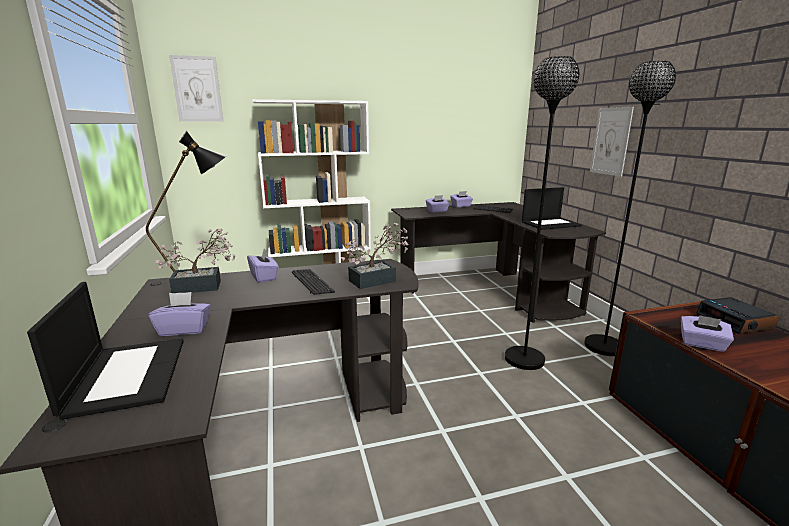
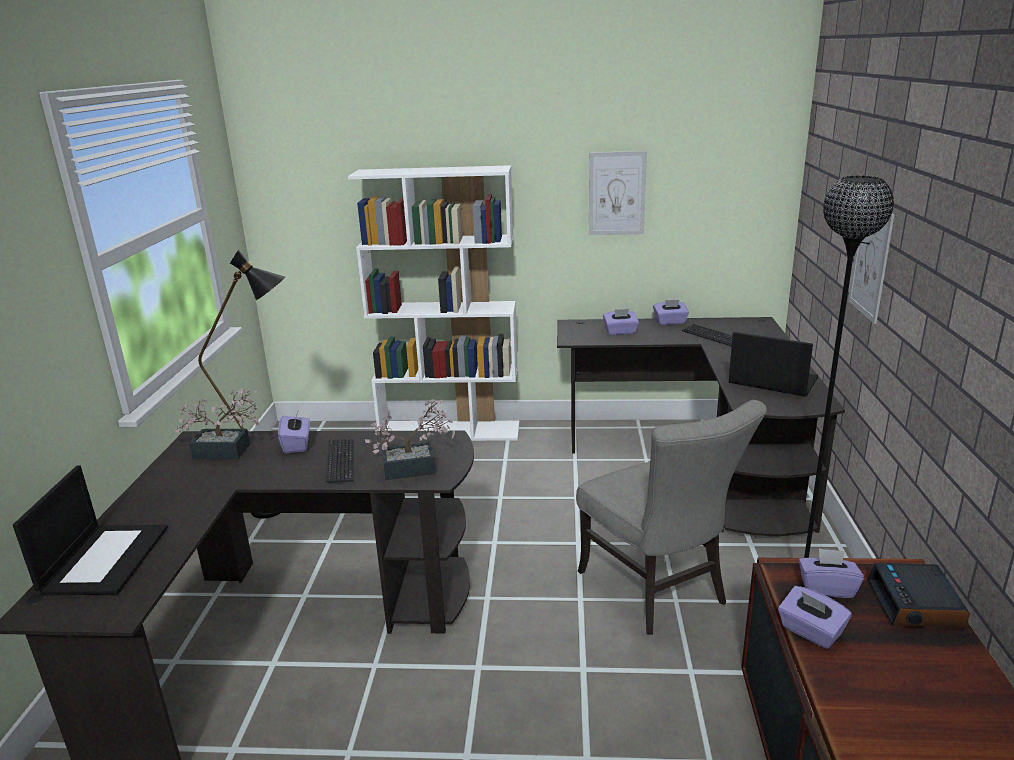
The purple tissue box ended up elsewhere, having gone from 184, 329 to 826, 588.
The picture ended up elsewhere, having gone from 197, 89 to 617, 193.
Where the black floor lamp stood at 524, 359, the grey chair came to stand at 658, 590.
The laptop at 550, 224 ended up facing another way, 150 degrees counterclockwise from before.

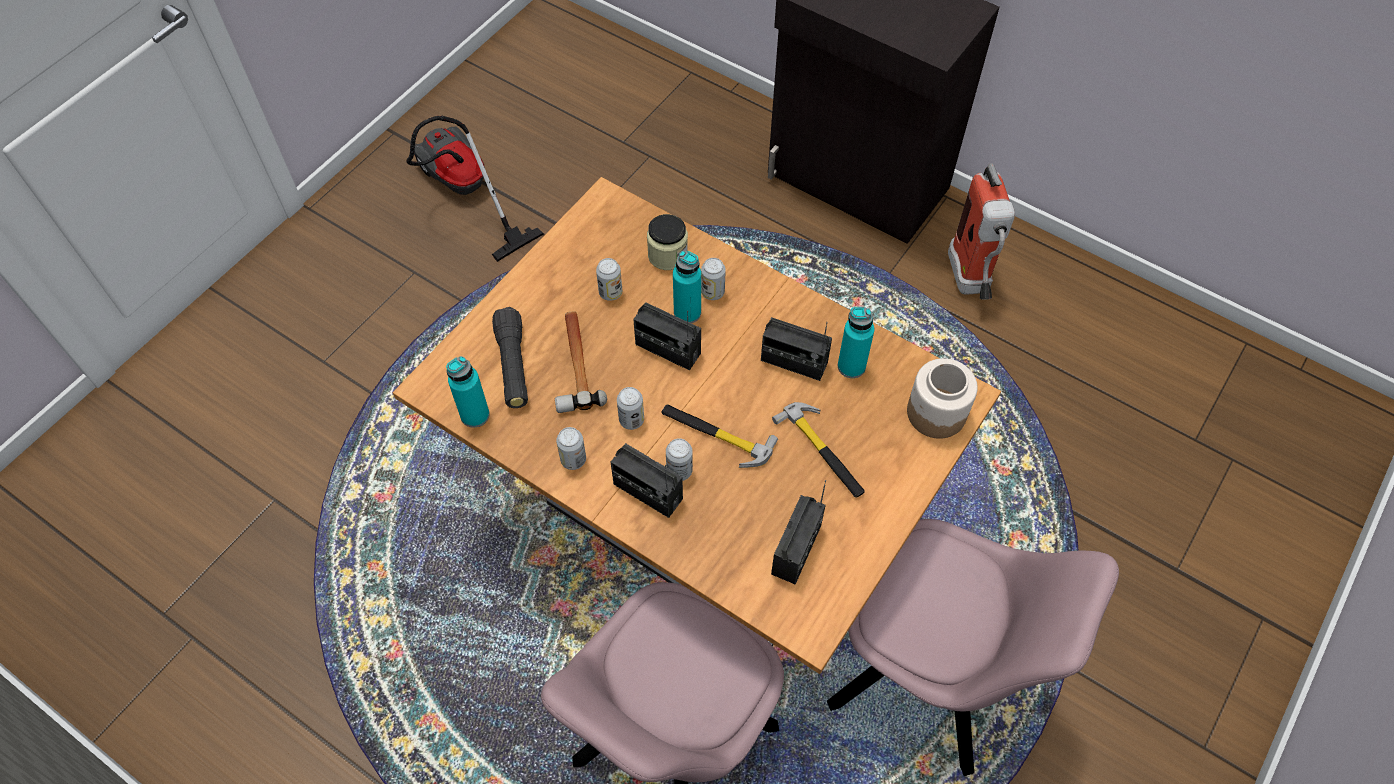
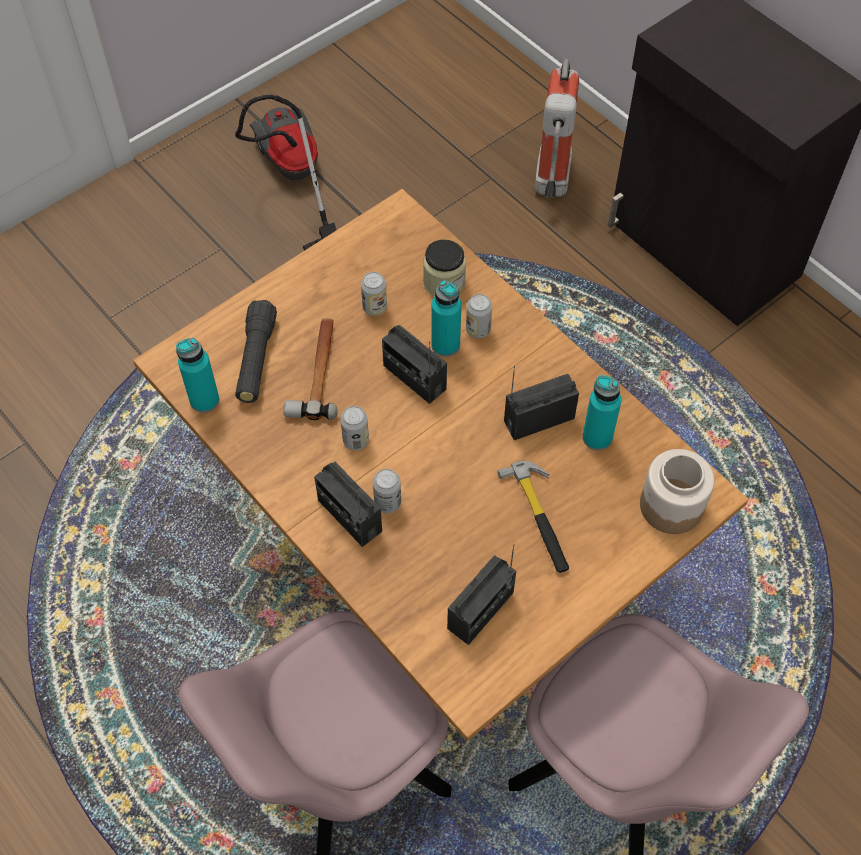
The second view lost the can at 573, 459.
The second view lost the hammer at 715, 435.
The radio at 794, 362 ended up facing another way, 120 degrees clockwise from before.
The fire extinguisher ended up elsewhere, having gone from 970, 283 to 551, 186.

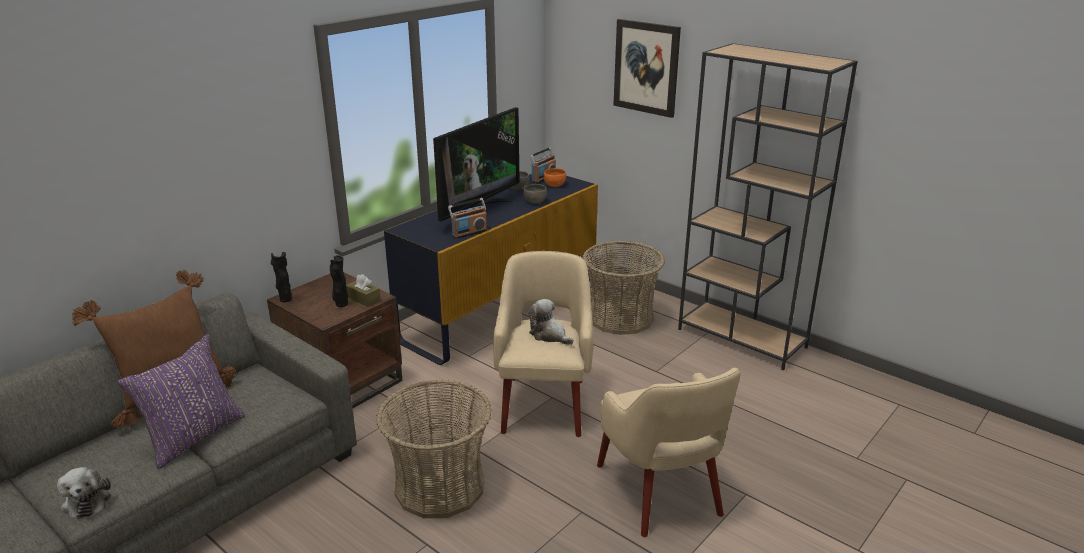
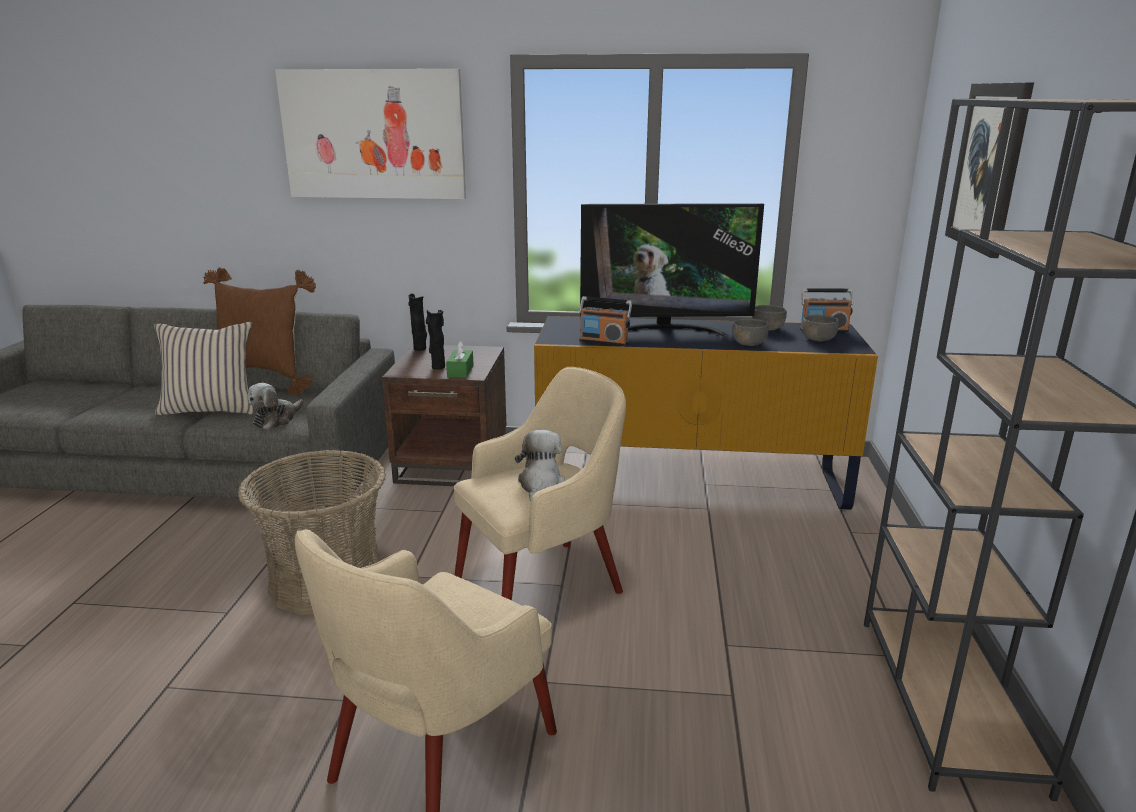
The plush toy ended up elsewhere, having gone from 87, 500 to 276, 419.
What was the purple pillow at 193, 436 turned into the beige pillow at 211, 409.
What was the brown tissue box at 363, 299 turned into the green tissue box at 460, 371.
What was the orange bowl at 554, 185 turned into the grey bowl at 818, 339.
The second view lost the basket at 620, 318.
The second view gained the picture at 373, 135.

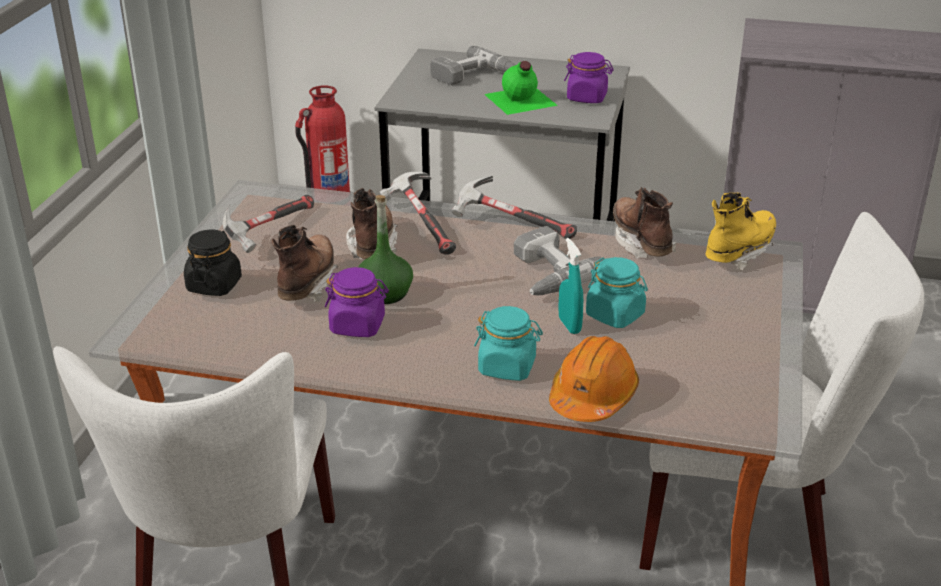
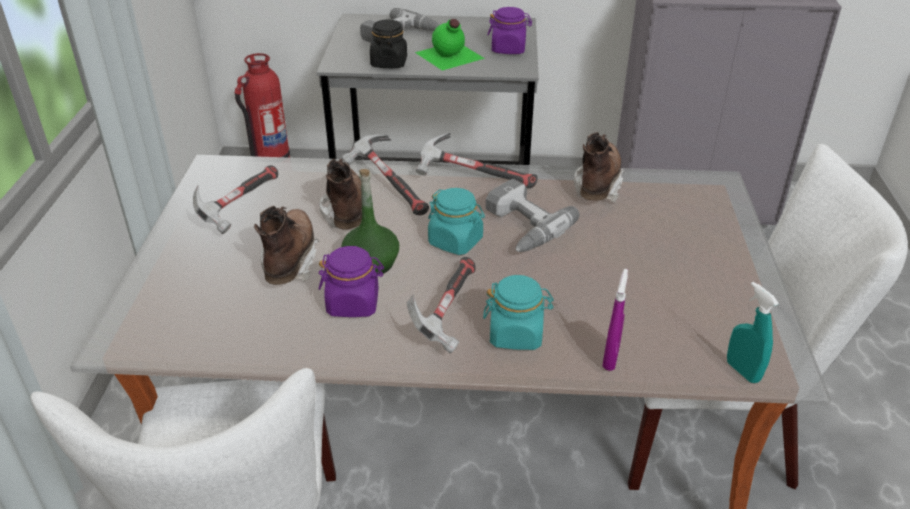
The black jar ended up elsewhere, having gone from 214, 285 to 389, 63.
Where the orange hard hat stood at 593, 396, the purple spray bottle came to stand at 610, 358.
The turquoise spray bottle ended up elsewhere, having gone from 569, 325 to 742, 371.
The turquoise jar ended up elsewhere, having gone from 615, 315 to 456, 241.
The brown boot at 641, 242 ended up facing another way, 45 degrees clockwise from before.
The second view lost the yellow boot at 739, 252.
The second view gained the hammer at 447, 313.

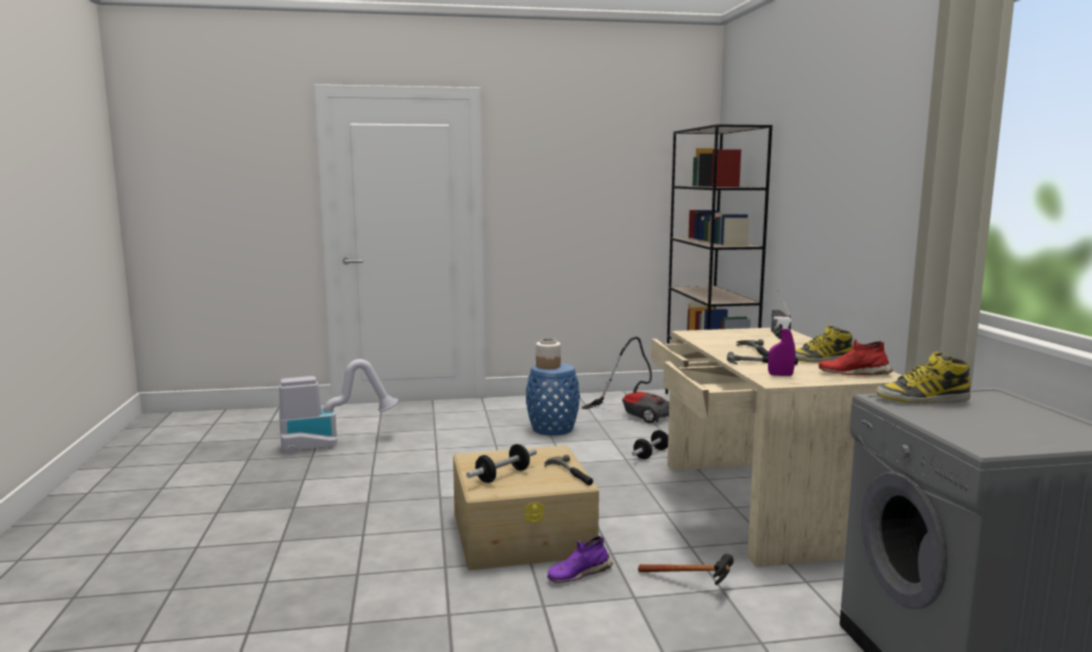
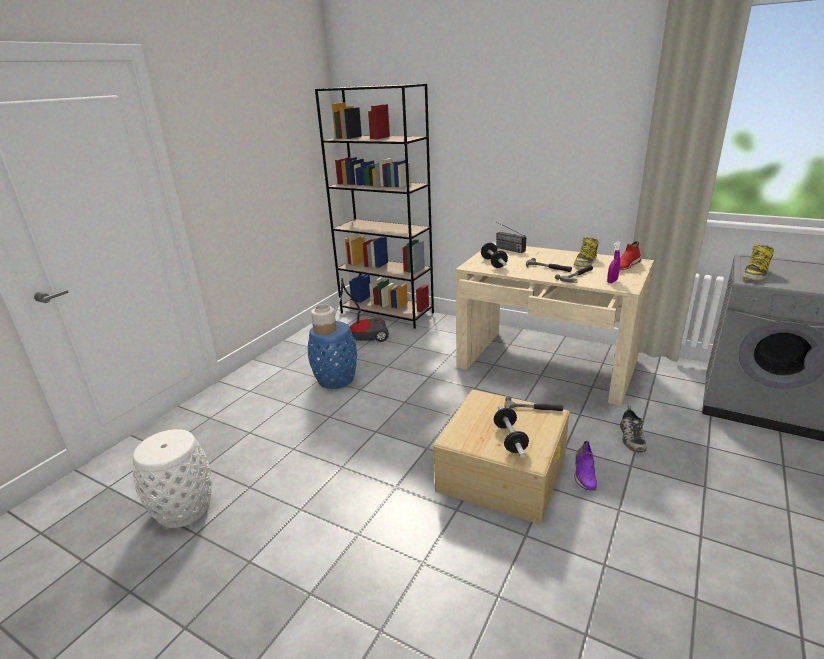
Where the vacuum cleaner stood at 330, 443, the white stool came to stand at 183, 509.
The dumbbell ended up elsewhere, having gone from 651, 454 to 493, 263.
Where the hammer stood at 695, 586, the shoe came to stand at 630, 436.

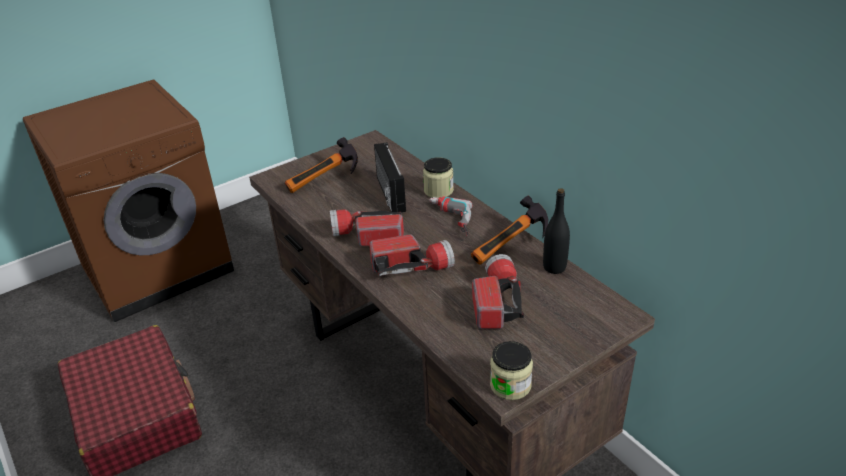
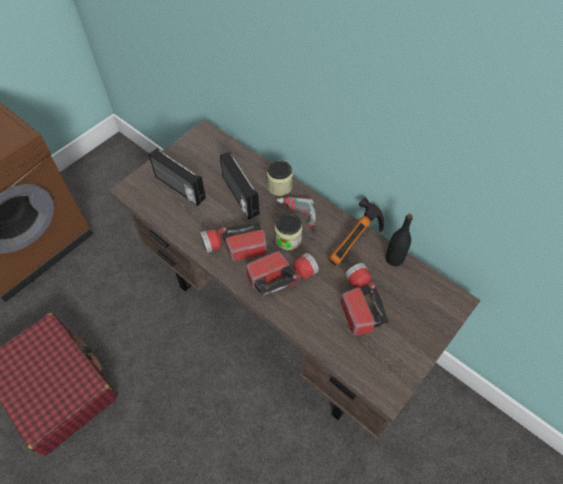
Where the hammer stood at 325, 182, the radio came to stand at 179, 188.
The jar ended up elsewhere, having gone from 510, 385 to 288, 239.

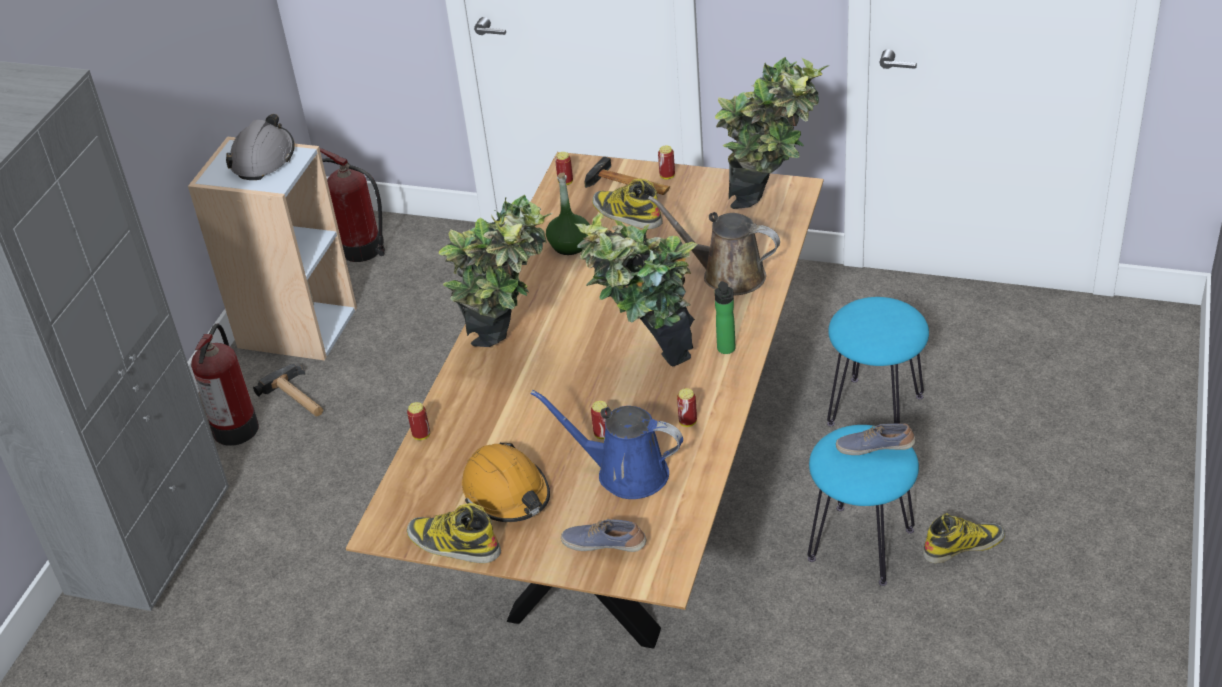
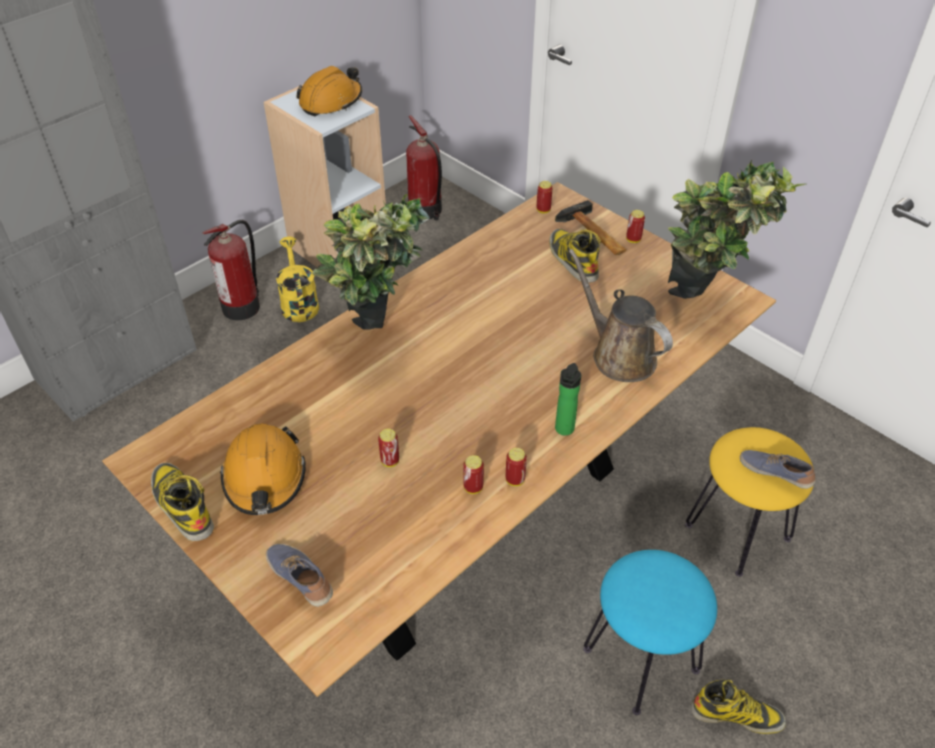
What was the grey hard hat at 263, 159 turned into the orange hard hat at 331, 101.
Where the hammer stood at 298, 398, the yellow watering can came to stand at 298, 303.
The can ended up elsewhere, having gone from 421, 435 to 515, 480.
The second view lost the blue watering can at 625, 472.
The second view lost the green bottle at 569, 245.
The second view lost the potted plant at 649, 369.
What was the turquoise stool at 875, 410 turned into the yellow stool at 737, 532.
The shoe ended up elsewhere, having gone from 875, 447 to 775, 473.

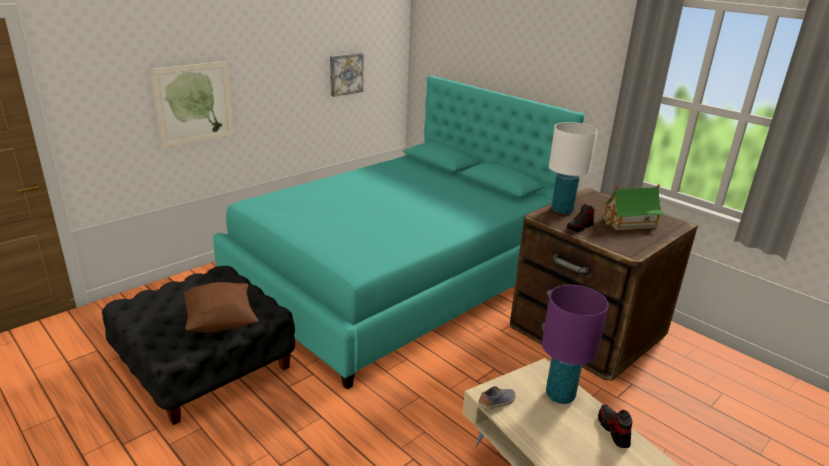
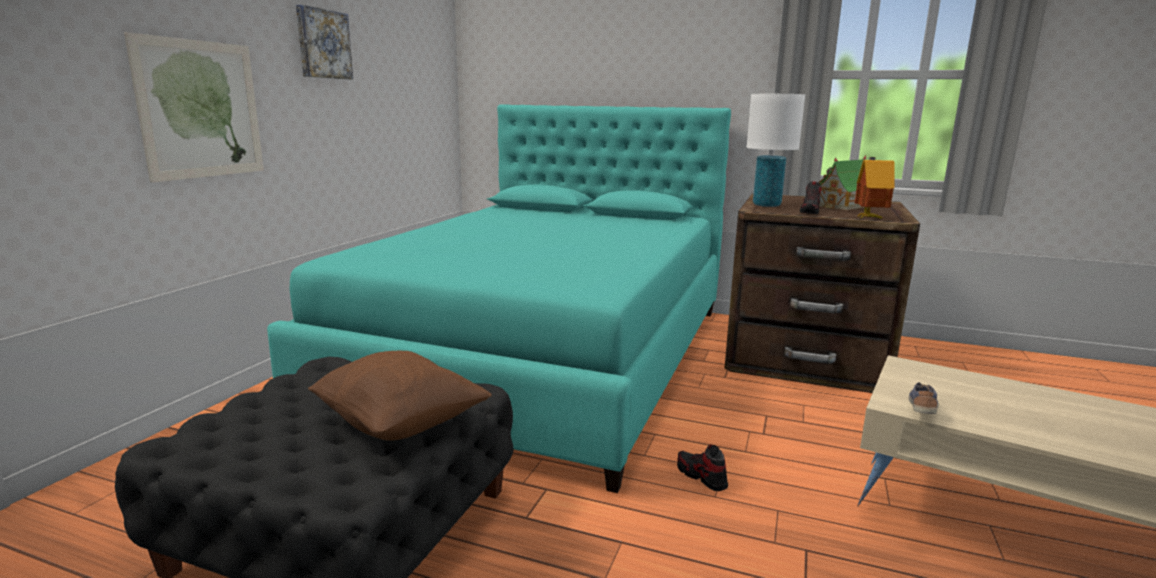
The picture ended up elsewhere, having gone from 345, 74 to 323, 44.
The second view lost the purple table lamp at 559, 395.
The shoe ended up elsewhere, having gone from 613, 430 to 701, 476.
The second view gained the toy house at 869, 218.

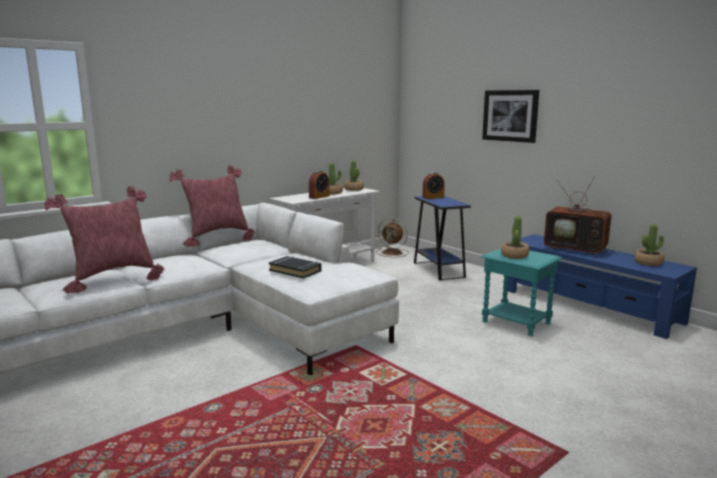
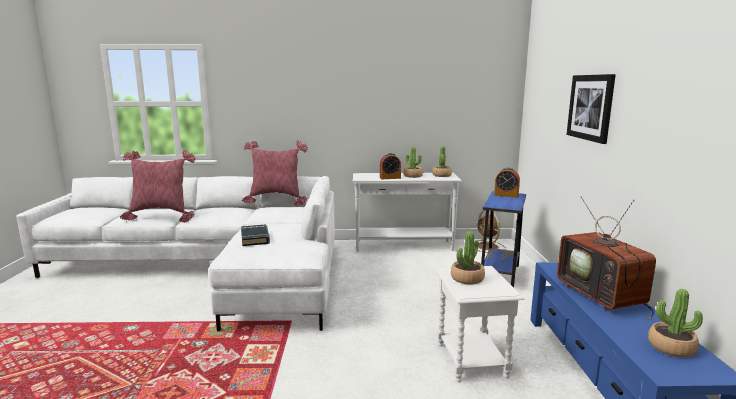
What was the turquoise side table at 515, 322 turned into the white side table at 470, 359.

